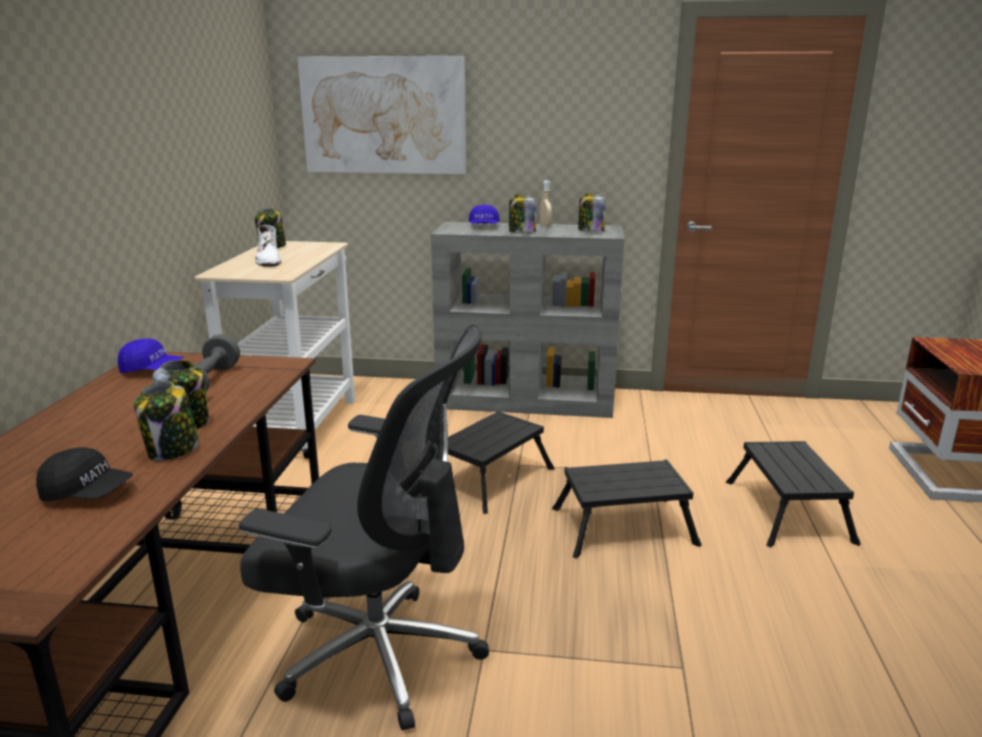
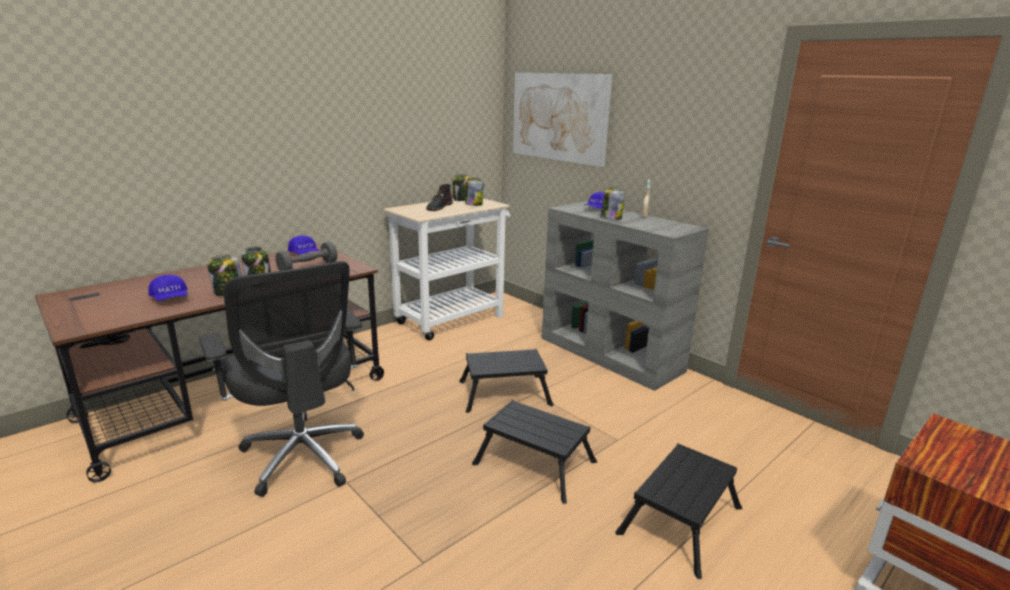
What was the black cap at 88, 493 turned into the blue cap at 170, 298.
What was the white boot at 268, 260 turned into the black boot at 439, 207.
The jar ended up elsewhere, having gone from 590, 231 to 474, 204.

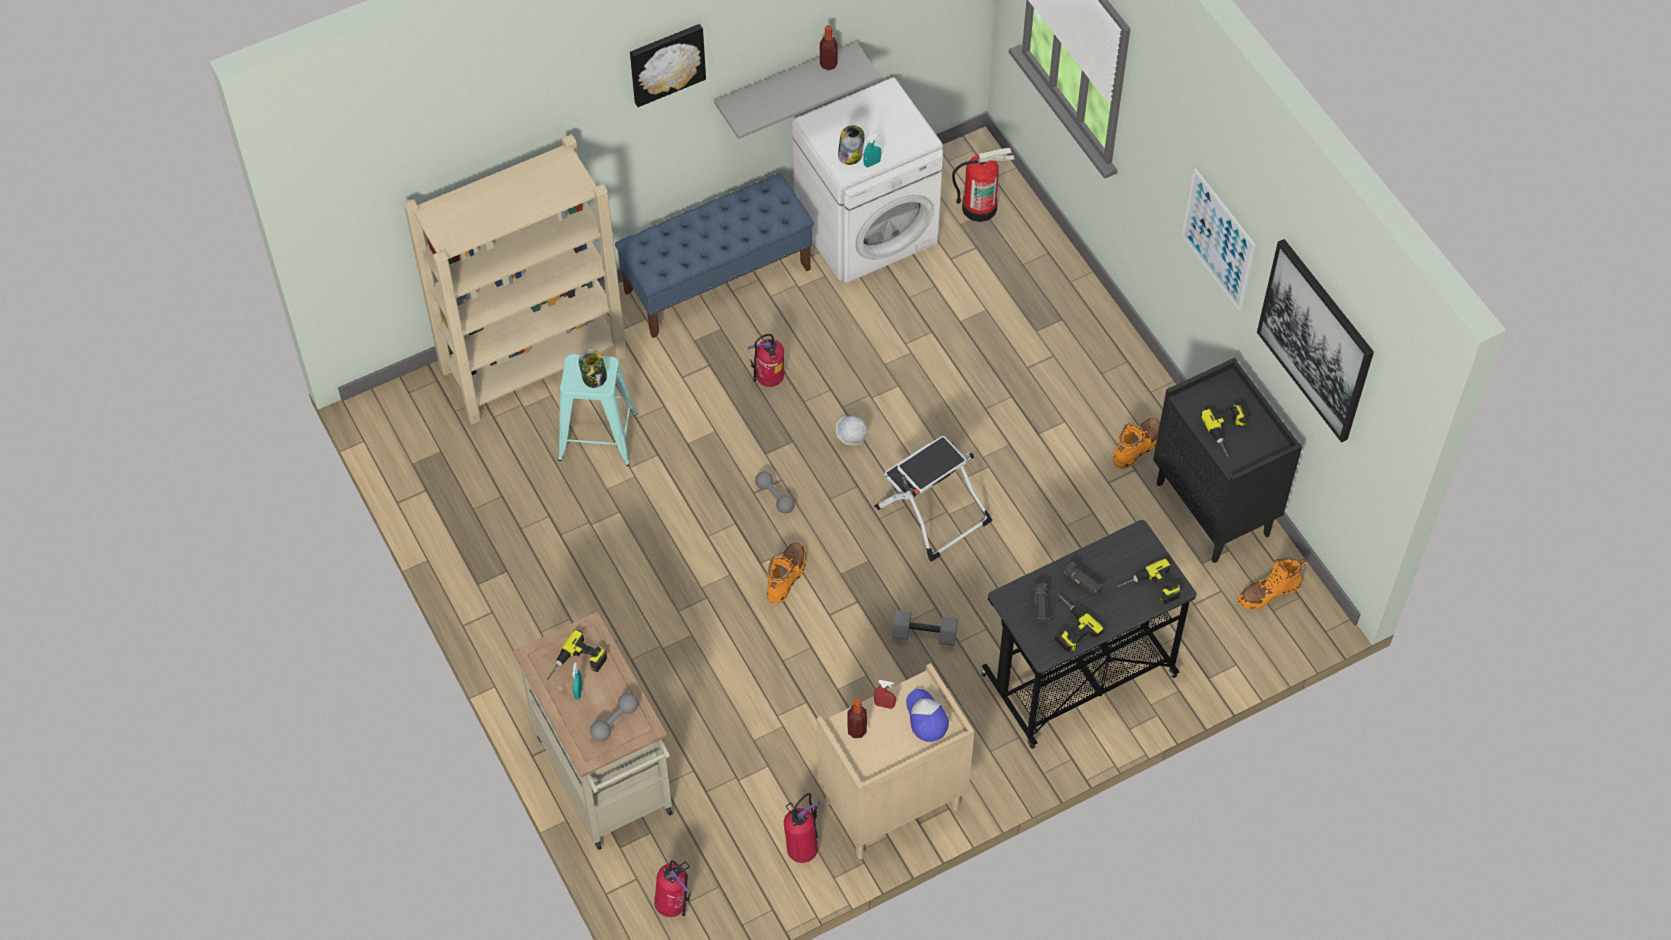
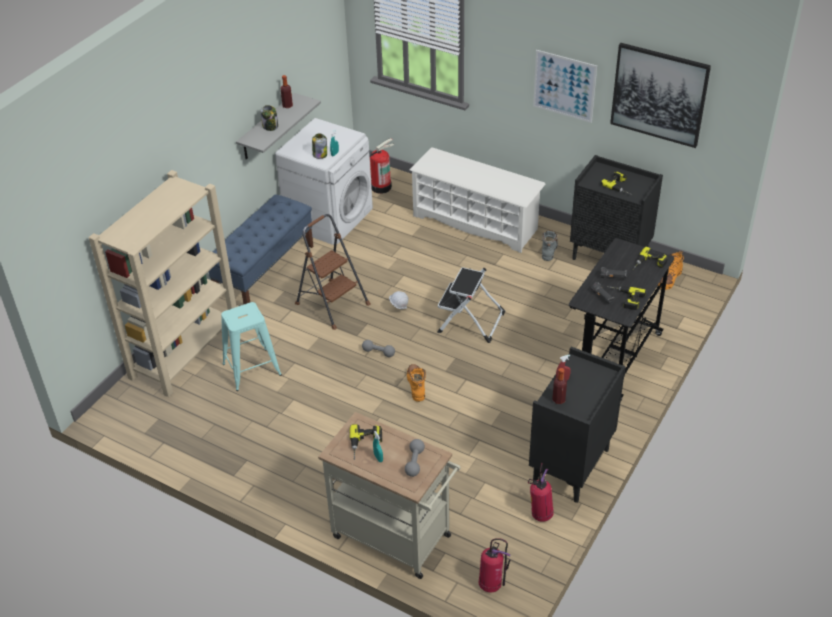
The jar ended up elsewhere, having gone from 594, 377 to 270, 126.
The second view lost the picture at 666, 62.
Where the fire extinguisher stood at 769, 380, the brown step ladder came to stand at 331, 302.
What was the beige cabinet at 891, 805 turned into the black cabinet at 570, 467.
The second view lost the grey dumbbell at 923, 635.
The second view lost the cap at 925, 717.
What was the orange boot at 1137, 447 turned into the grey boot at 549, 248.
The second view gained the white shoe rack at 476, 222.

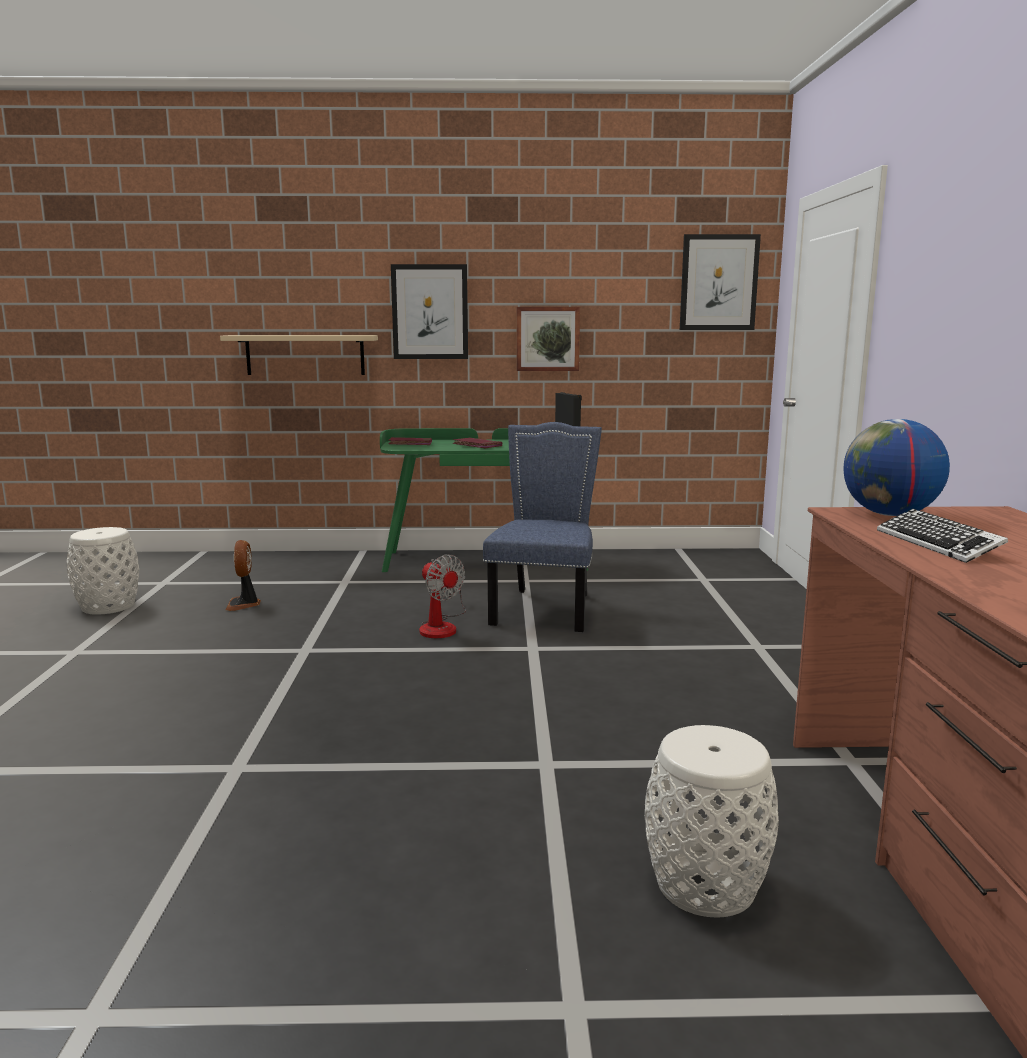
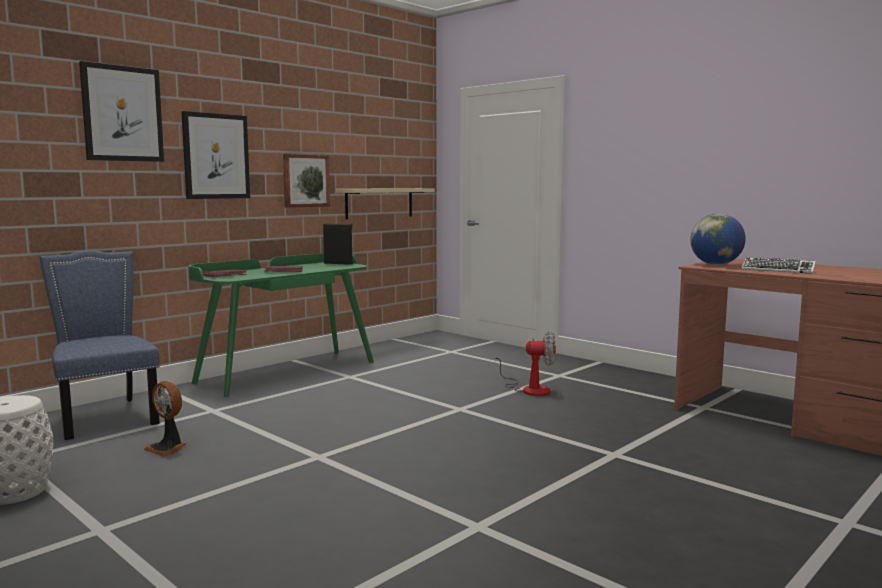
The beige shelf ended up elsewhere, having gone from 305, 355 to 379, 203.
The fan ended up elsewhere, having gone from 441, 626 to 529, 389.
The blue chair ended up elsewhere, having gone from 544, 611 to 106, 418.
The second view lost the white stool at 705, 885.
The picture ended up elsewhere, having gone from 718, 282 to 122, 114.

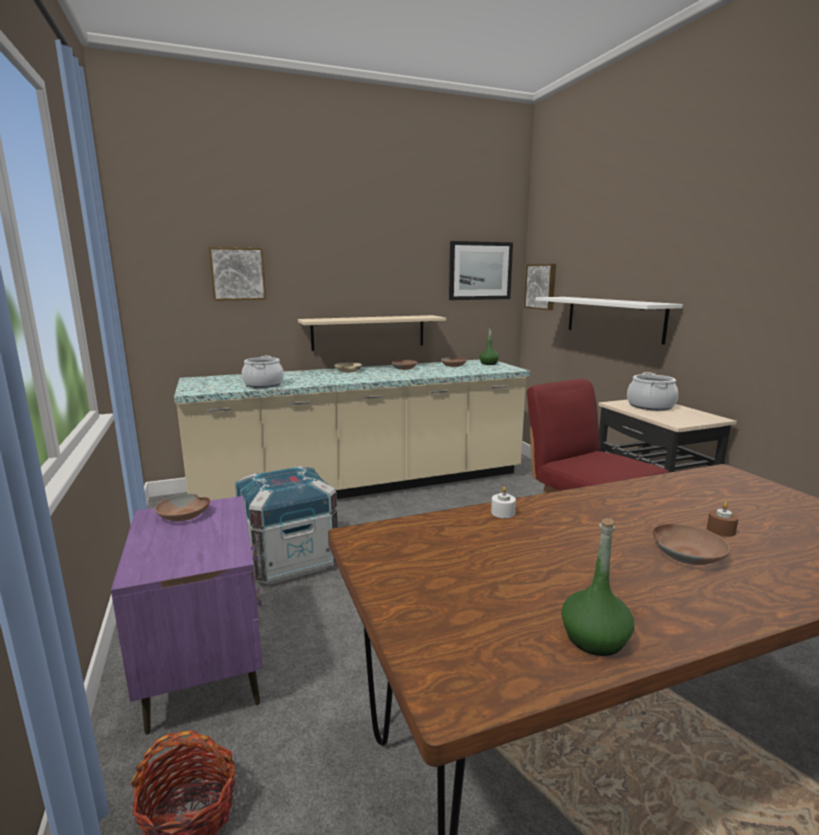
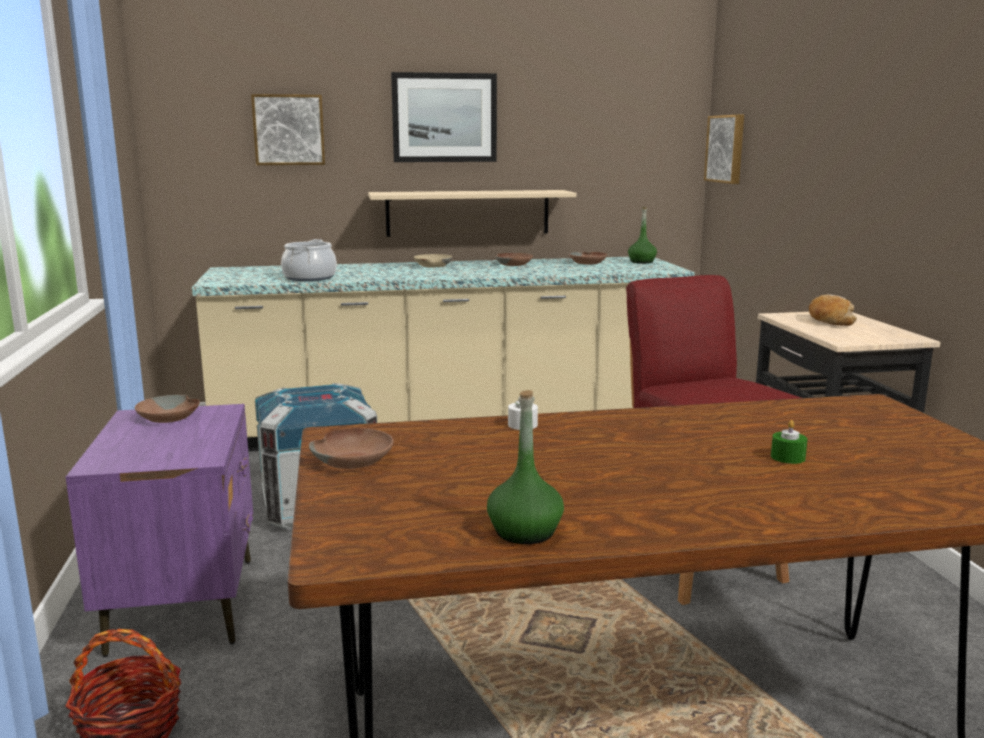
The picture ended up elsewhere, having gone from 480, 271 to 444, 118.
The second view lost the white shelf at 613, 318.
Where the cooking pot stood at 650, 406, the bread came to stand at 829, 320.
The brown bowl ended up elsewhere, having gone from 687, 553 to 354, 459.
What was the brown candle at 721, 530 turned into the green candle at 787, 457.

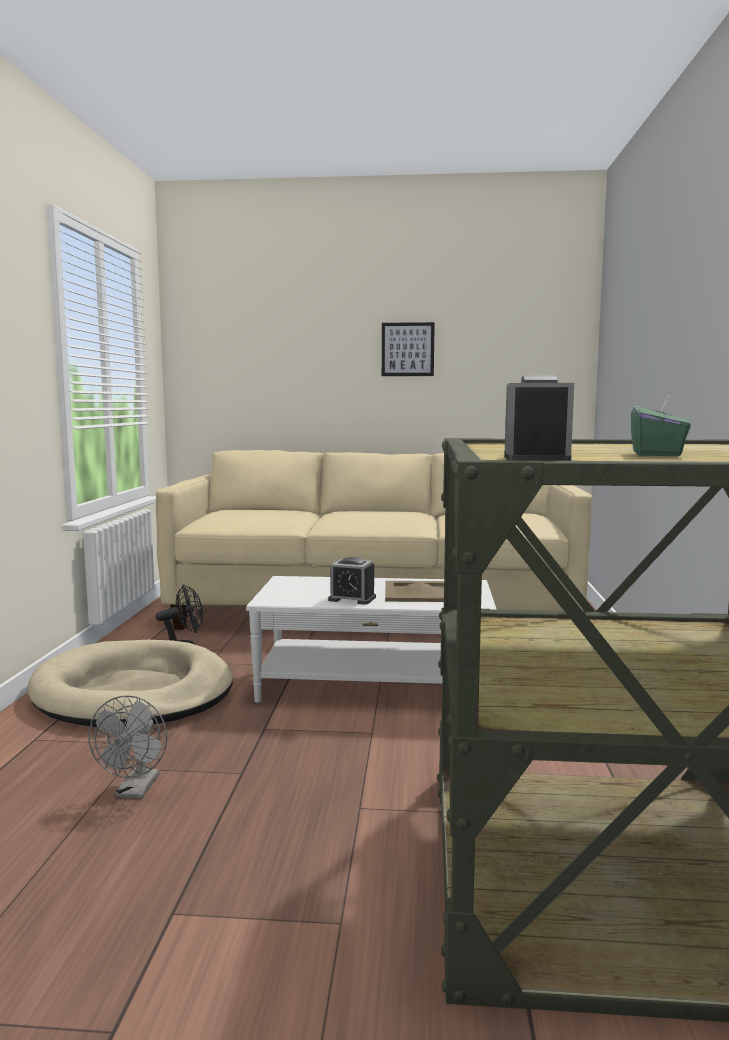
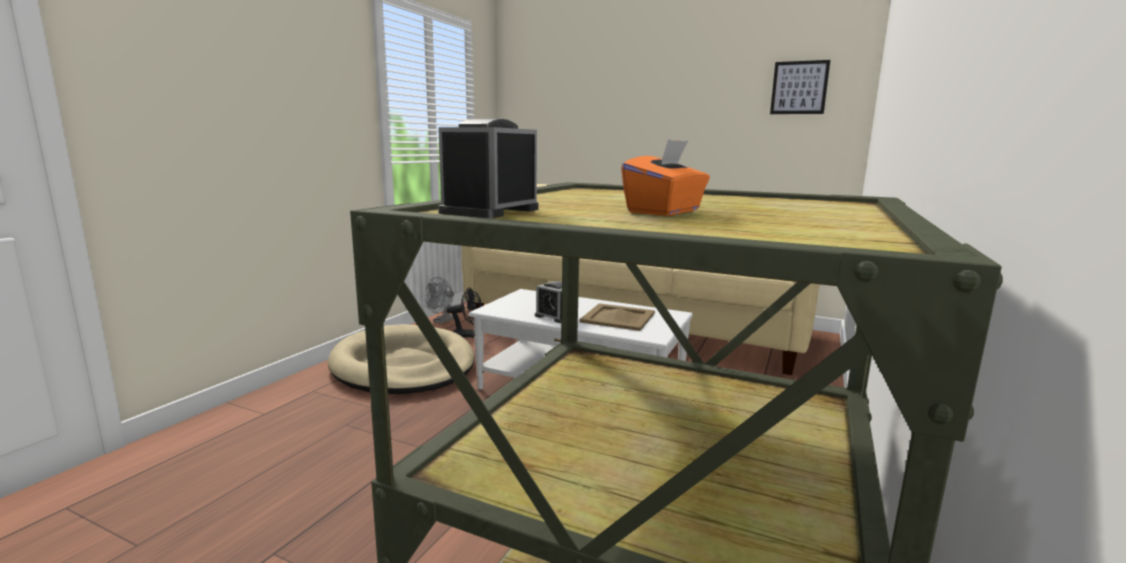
The grey fan ended up elsewhere, having gone from 135, 791 to 442, 321.
The picture ended up elsewhere, having gone from 407, 349 to 799, 87.
What was the green tissue box at 657, 454 turned into the orange tissue box at 665, 212.

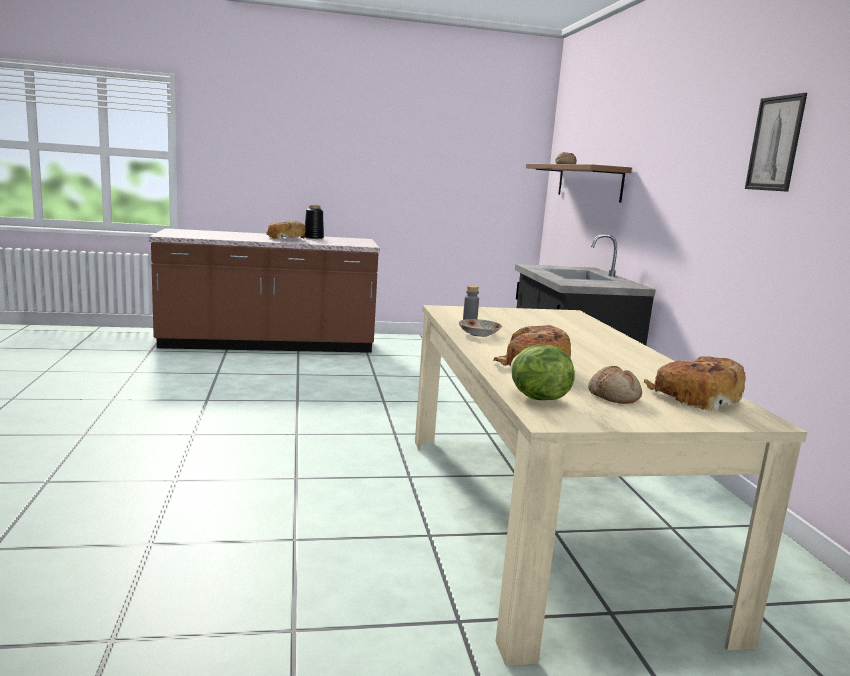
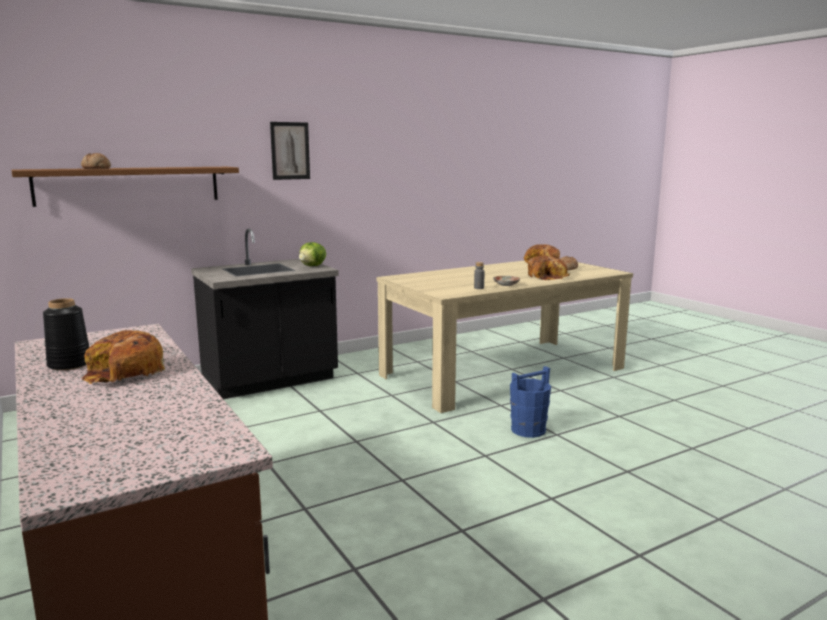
The lettuce ended up elsewhere, having gone from 537, 398 to 313, 266.
The picture ended up elsewhere, having gone from 775, 143 to 290, 151.
The second view gained the blue bucket at 528, 430.

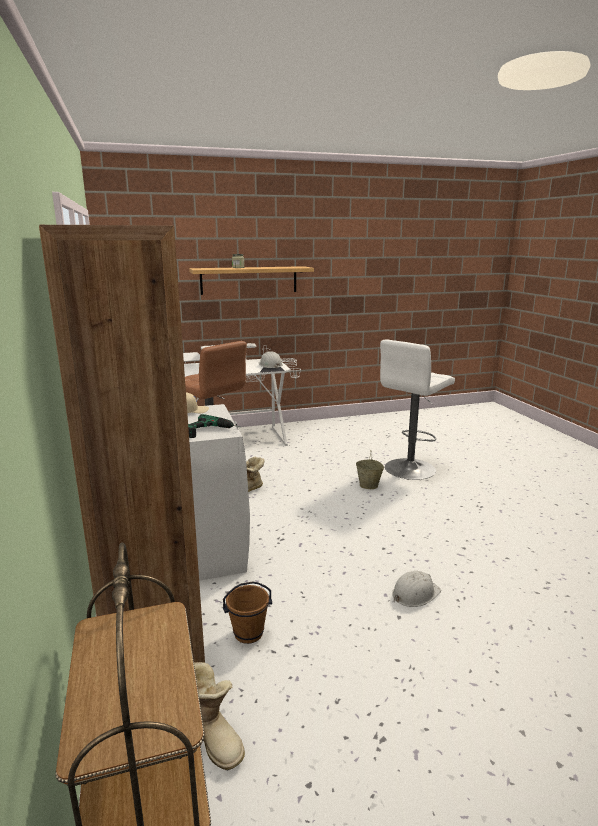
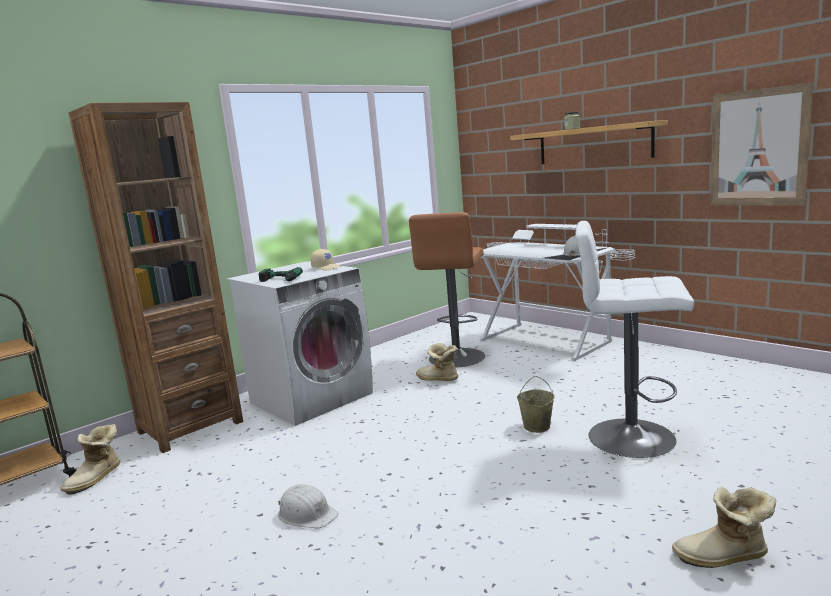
The second view lost the brown bucket at 248, 634.
The second view gained the boot at 724, 558.
The second view gained the picture at 758, 148.

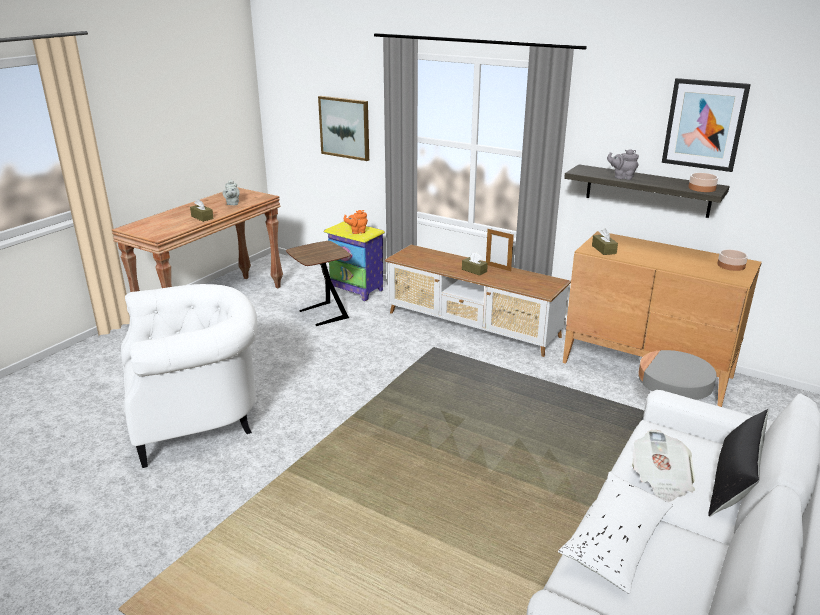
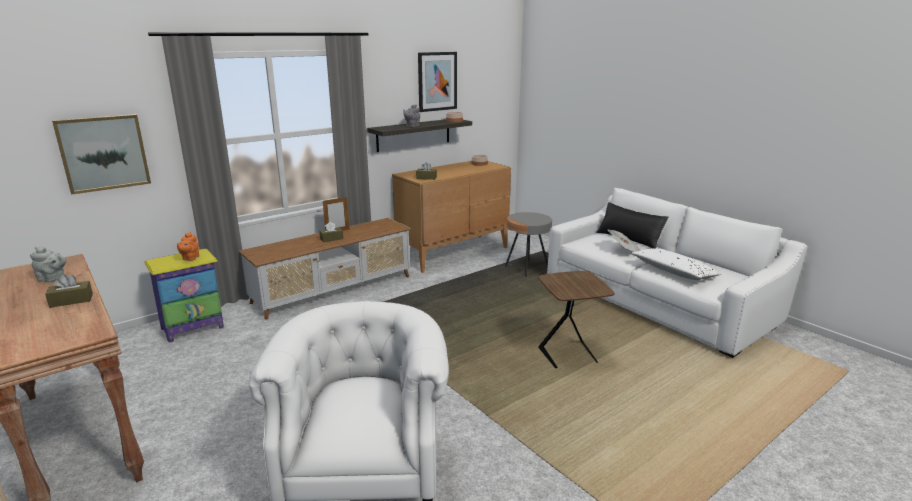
The brown side table ended up elsewhere, having gone from 322, 315 to 569, 356.

